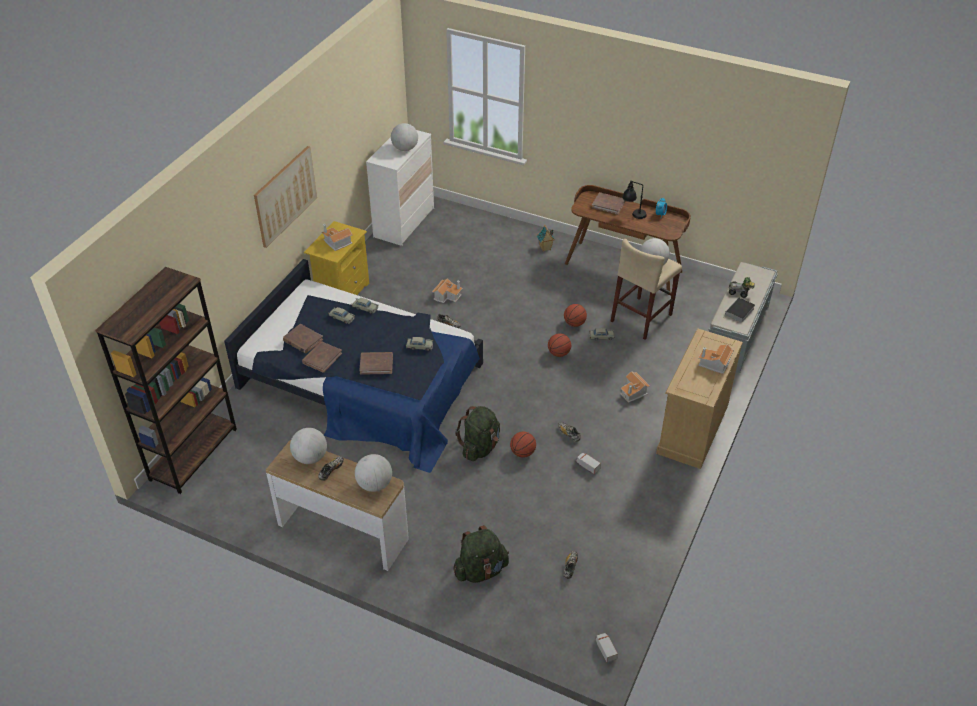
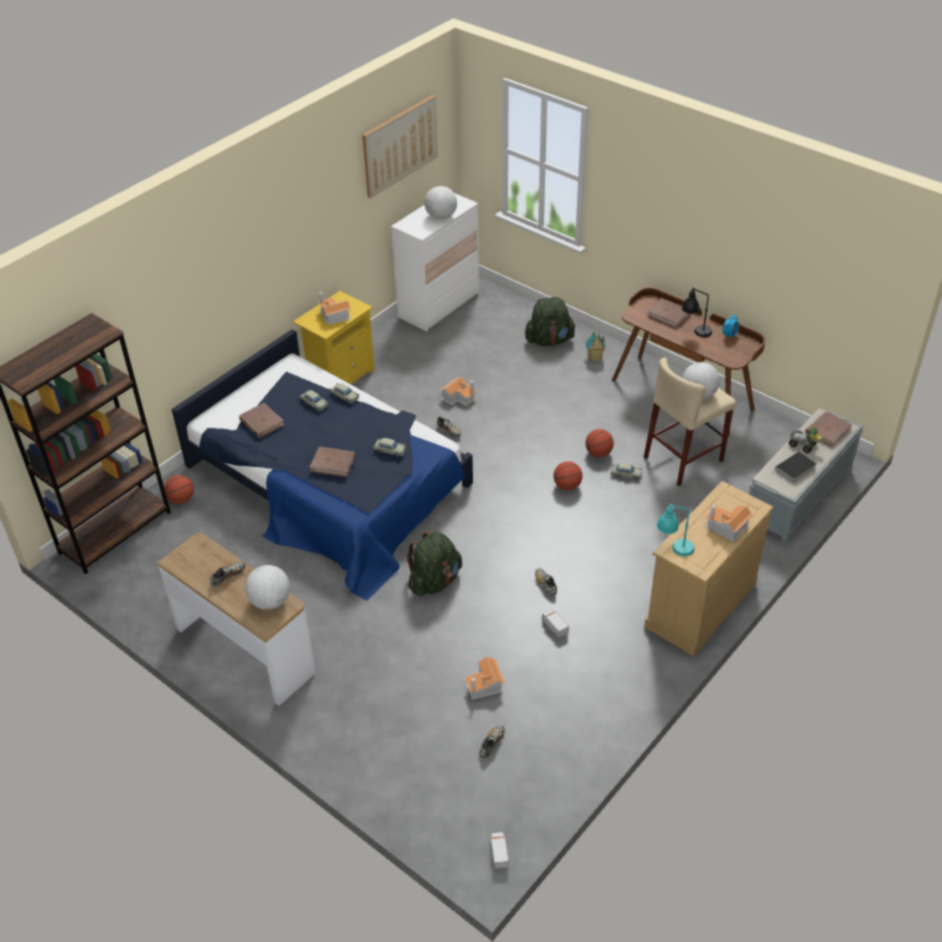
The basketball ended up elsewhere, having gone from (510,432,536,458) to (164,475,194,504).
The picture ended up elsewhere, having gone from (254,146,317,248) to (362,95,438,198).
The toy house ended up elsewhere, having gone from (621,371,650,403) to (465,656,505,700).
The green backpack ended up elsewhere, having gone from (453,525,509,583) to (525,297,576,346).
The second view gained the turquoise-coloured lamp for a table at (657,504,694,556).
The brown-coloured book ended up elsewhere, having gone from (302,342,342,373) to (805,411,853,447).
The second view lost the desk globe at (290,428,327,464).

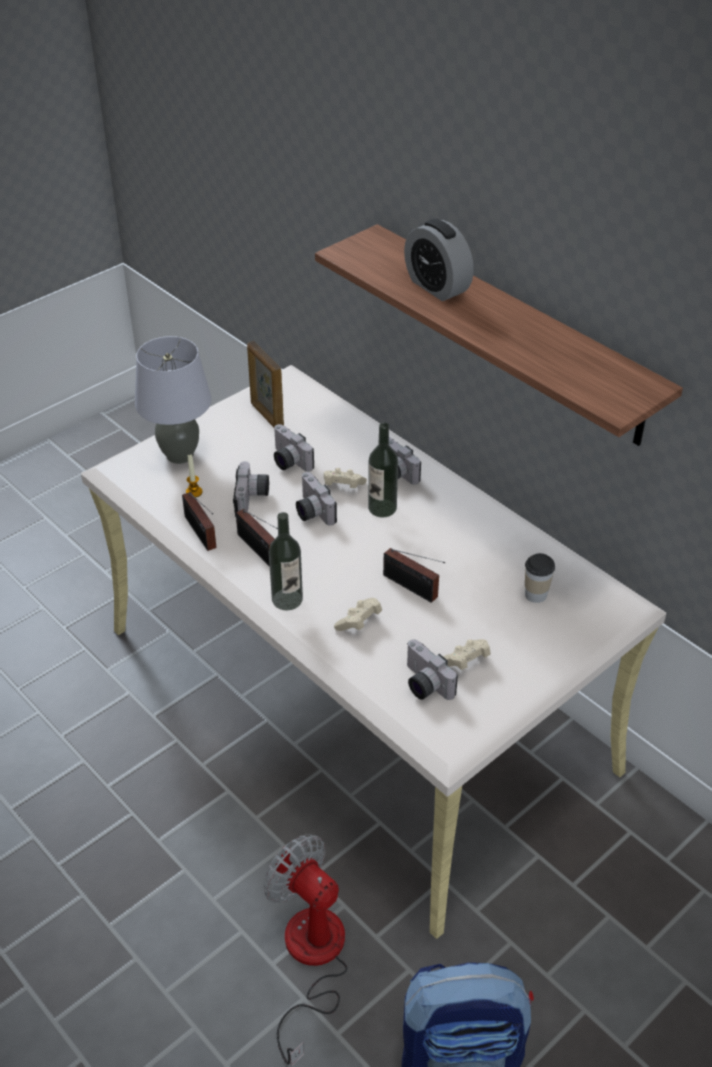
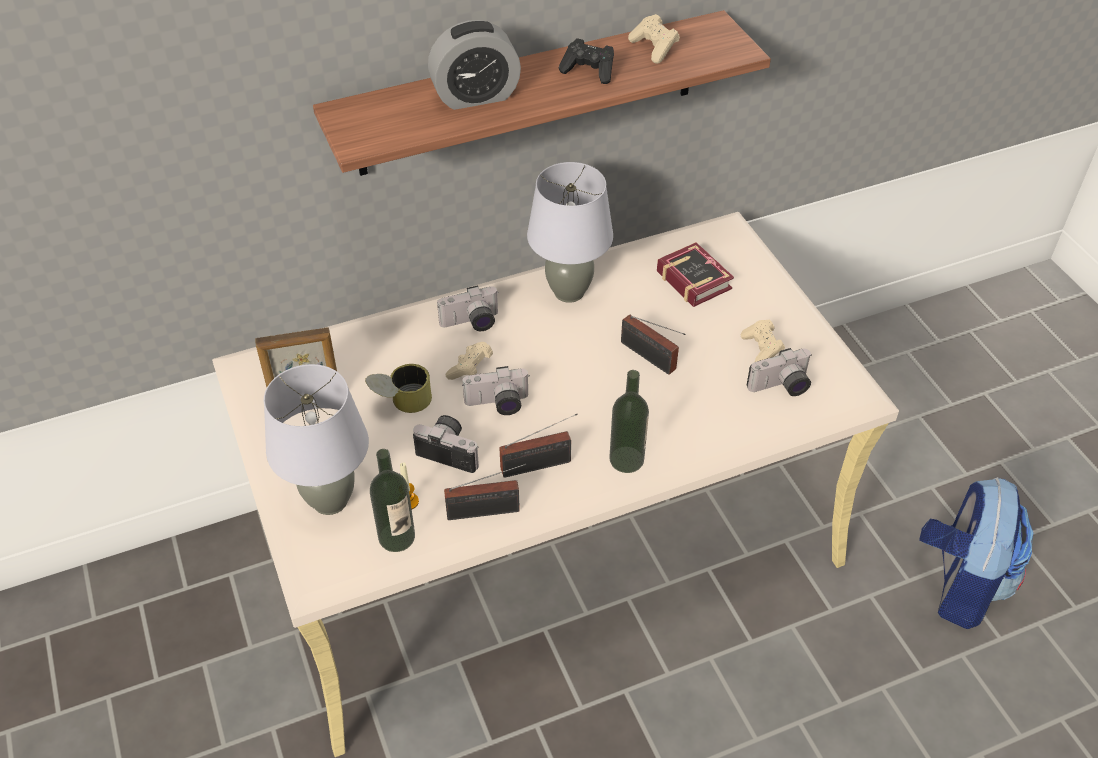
Where the photo camera stood at (274,424,314,472), the can came to stand at (365,364,432,413).
The drink bottle ended up elsewhere, having gone from (368,423,398,518) to (370,449,415,552).
The second view gained the greyish lamp for a table at (527,162,613,303).
The second view gained the black game controller at (559,38,614,84).
The radio receiver at (383,548,445,603) ended up facing another way, 75 degrees clockwise from before.
The beige game controller ended up elsewhere, having gone from (334,598,382,631) to (628,14,680,64).
Where the small cup stood at (525,553,555,603), the book came to stand at (657,242,734,307).
The second view lost the cooling fan at (263,834,348,1067).

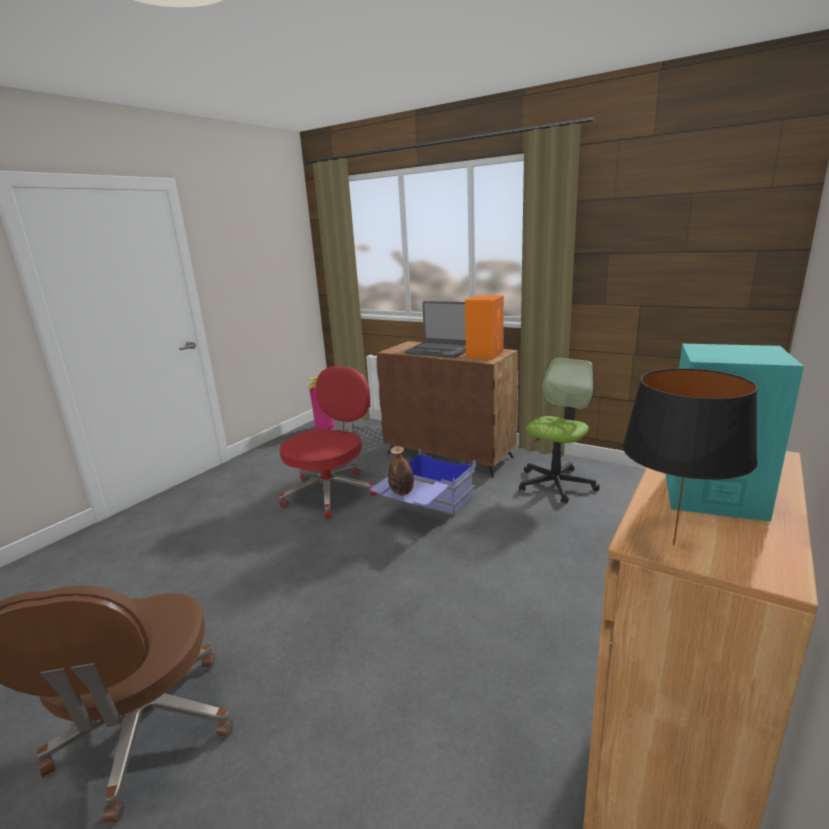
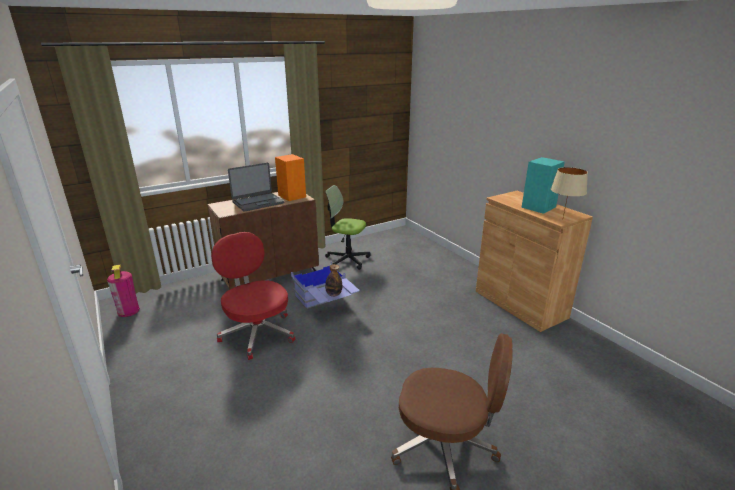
The desk chair at (519,357,600,504) ended up facing another way, 45 degrees counterclockwise from before.
What was the black lamp for a table at (622,368,758,545) turned into the beige lamp for a table at (551,167,588,217).

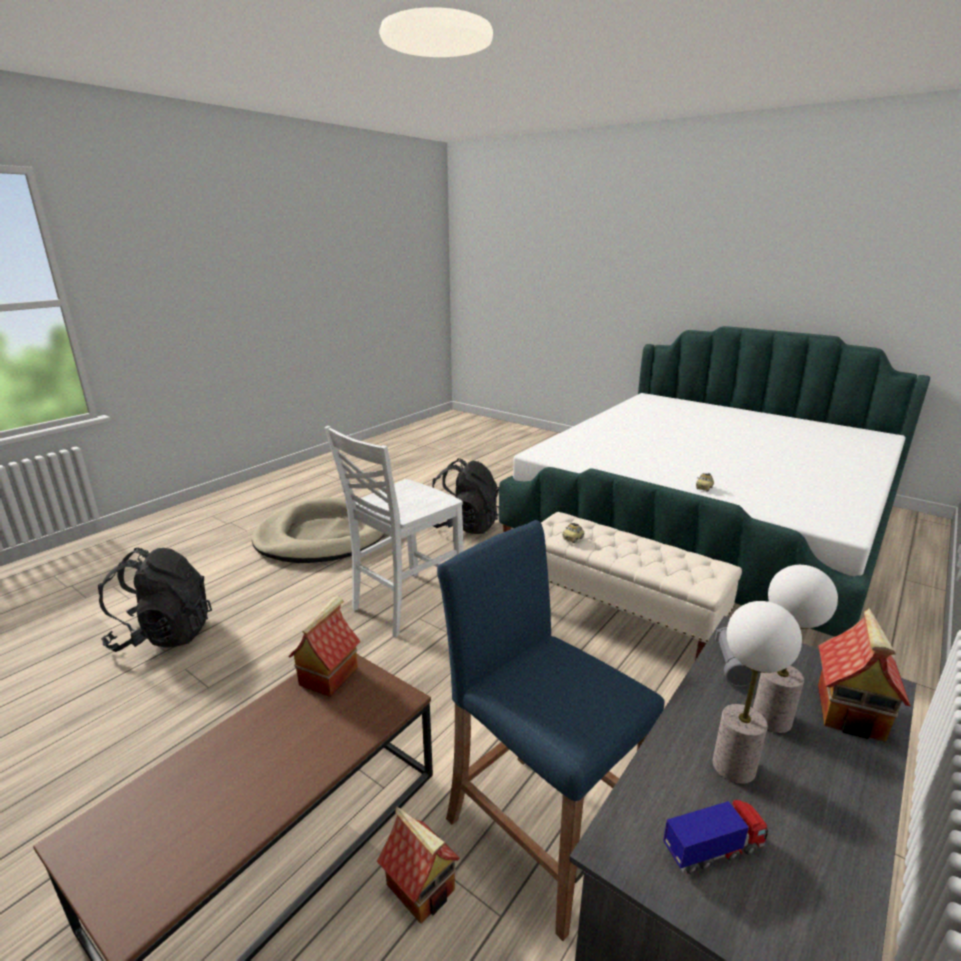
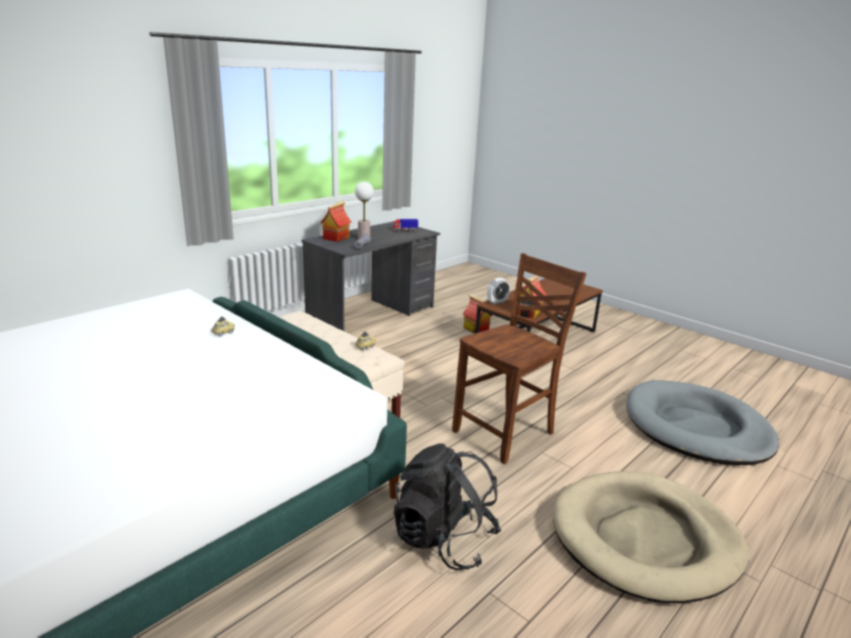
What was the white-coloured upright chair at (324,426,464,637) turned into the brown-coloured upright chair at (452,253,587,464).
The second view gained the alarm clock at (487,278,510,305).
Where the black backpack stood at (98,547,212,652), the greyish dog cushion came to stand at (626,380,779,465).
The second view lost the blue stool at (437,520,664,941).
The second view lost the lamp for a table at (713,601,802,784).

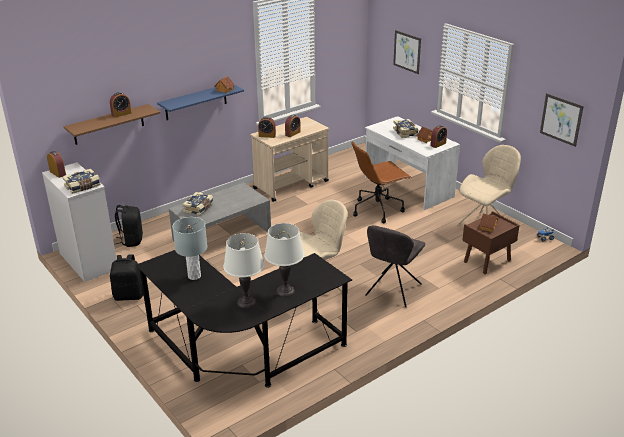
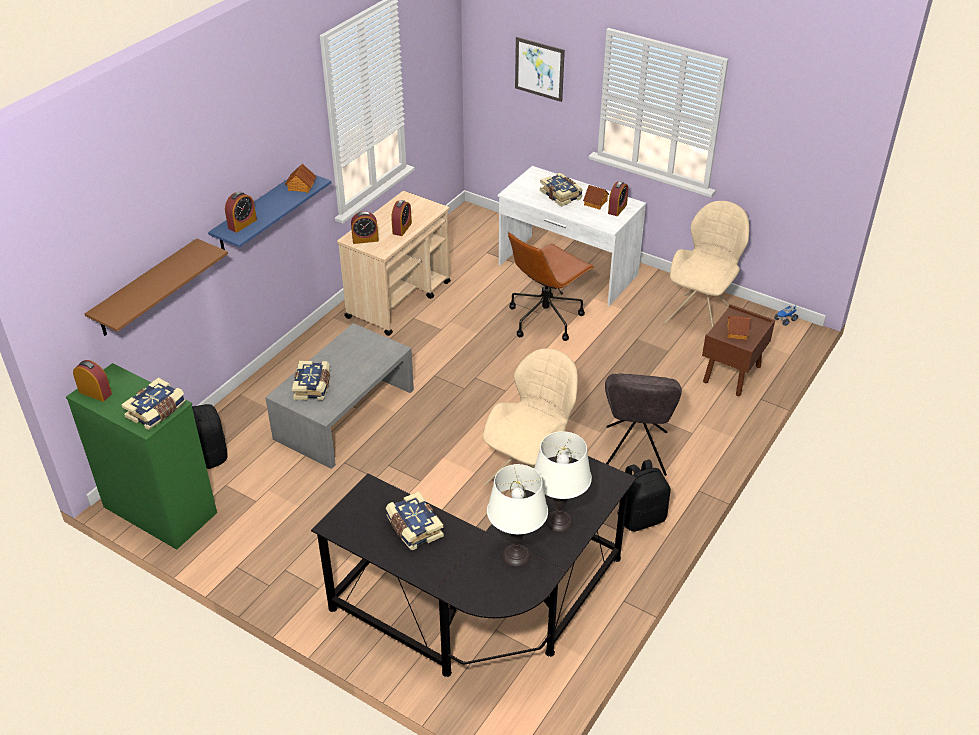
What was the white-coloured dresser at (42,162,117,282) turned into the green dresser at (66,363,217,550).
The alarm clock ended up elsewhere, having gone from (110,92,132,118) to (225,191,257,233).
Where the greyish lamp for a table stood at (172,217,207,280), the book came to stand at (386,491,444,550).
The black backpack ended up elsewhere, having gone from (110,254,144,301) to (618,459,671,532).
The second view lost the picture at (540,93,584,147).

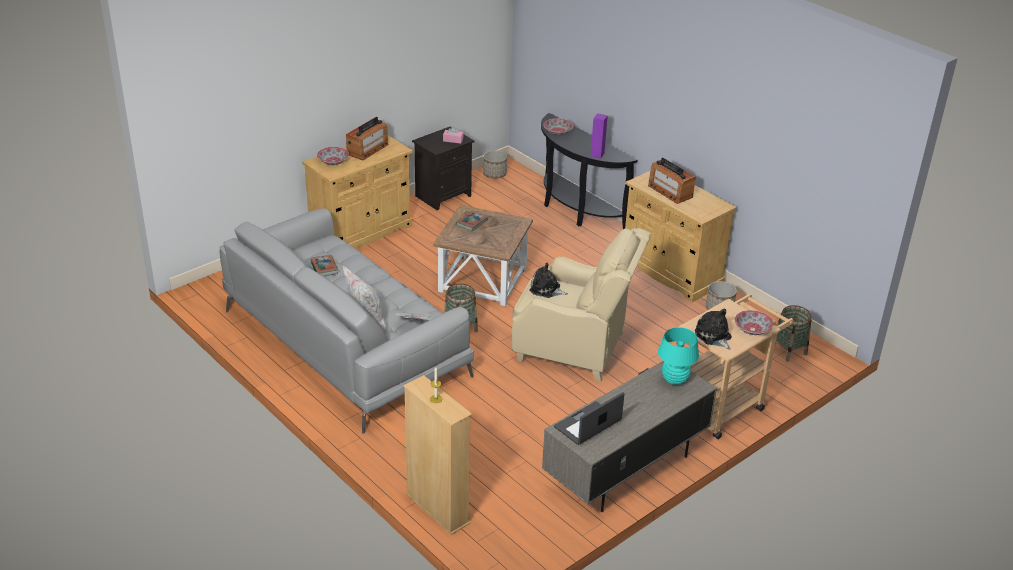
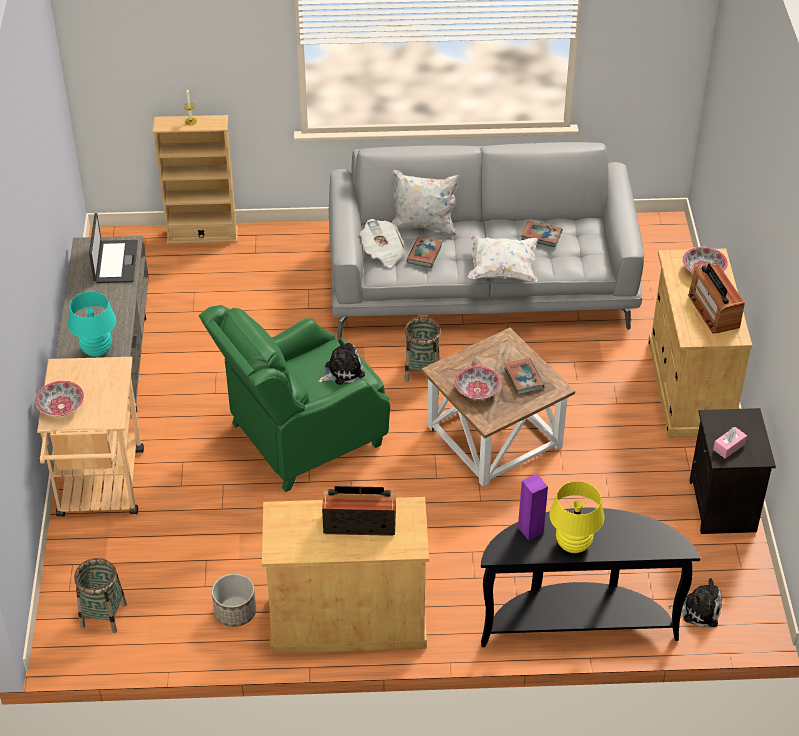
What was the beige easy chair at (512,228,651,382) turned into the green easy chair at (199,305,390,492).
The second view gained the book at (406,237,443,268).
The serving bowl ended up elsewhere, having gone from (544,118,574,135) to (455,366,501,399).
The second view gained the white-coloured cushion at (468,236,538,282).
The second view gained the yellow-coloured lamp for a table at (549,481,604,553).
The cuddly toy ended up elsewhere, having gone from (695,309,732,350) to (668,578,722,627).
The second view lost the planter at (483,151,507,178).

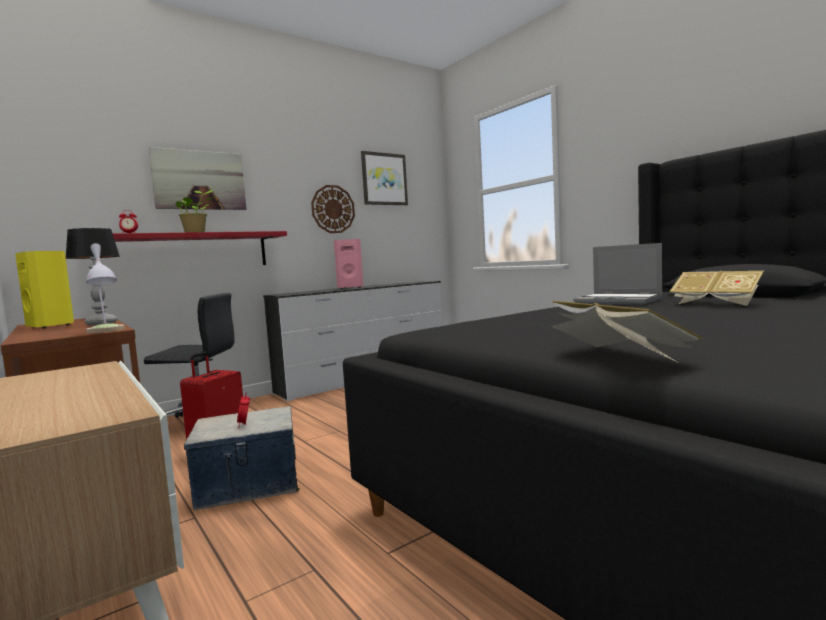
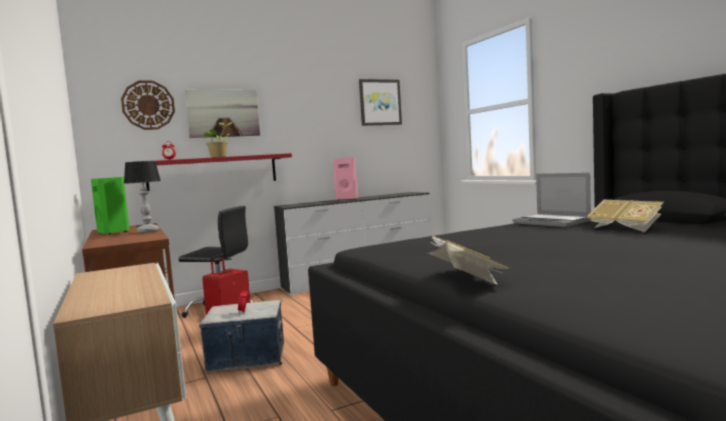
What was the yellow-coloured speaker at (15,251,74,328) turned into the green speaker at (91,177,130,235).
The clock on the wall ended up elsewhere, having gone from (311,185,355,233) to (121,80,175,130).
The second view lost the lamp for a table at (86,243,125,333).

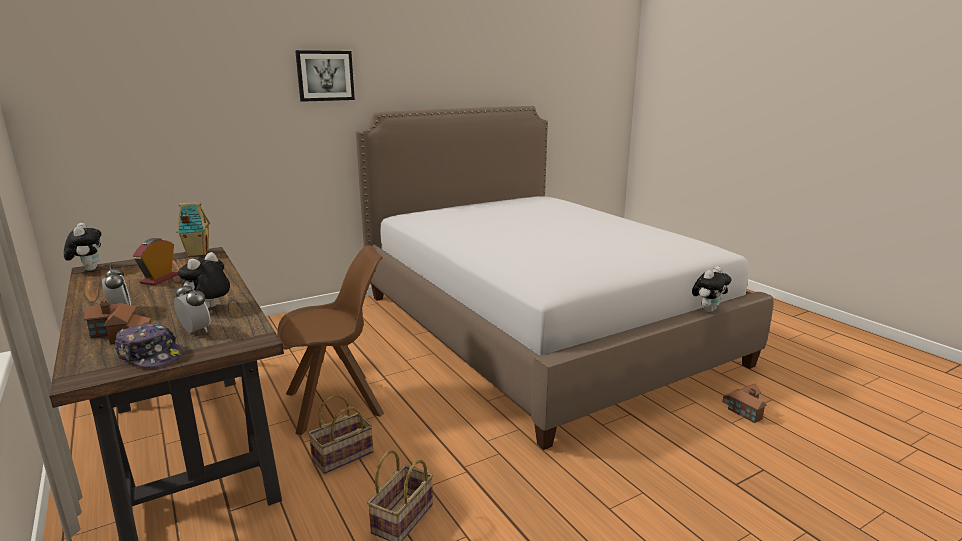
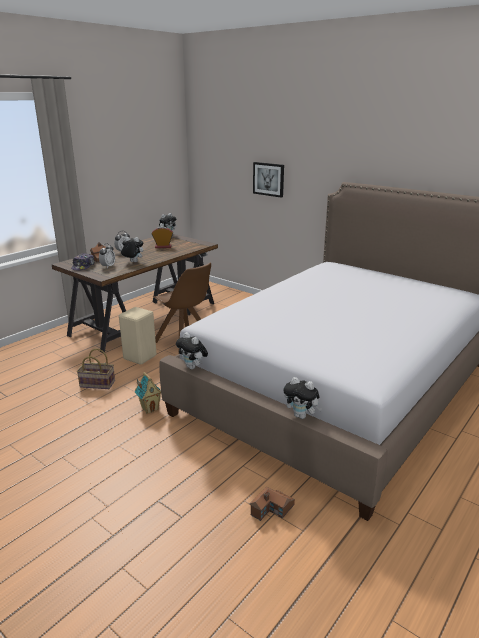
Where the storage basket stood at (308,395,374,474), the beige stool came to stand at (119,307,157,364).
The toy house ended up elsewhere, having gone from (176,202,210,256) to (135,372,161,414).
The second view gained the cuddly toy at (176,332,208,369).
The picture ended up elsewhere, having gone from (295,50,355,102) to (253,162,284,198).

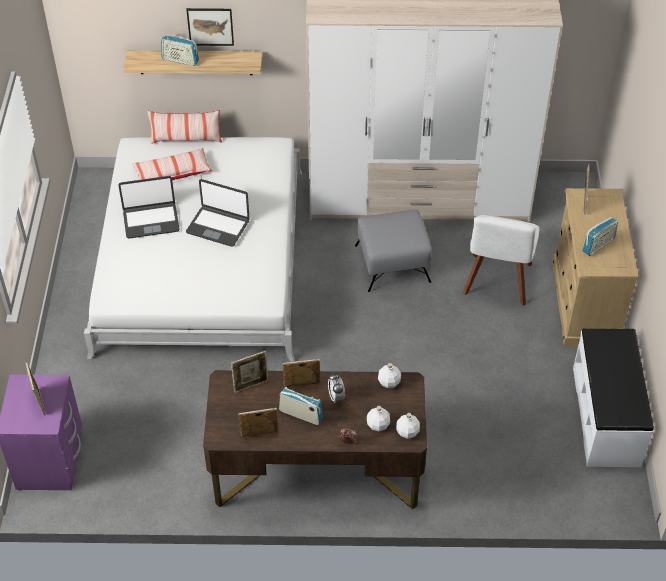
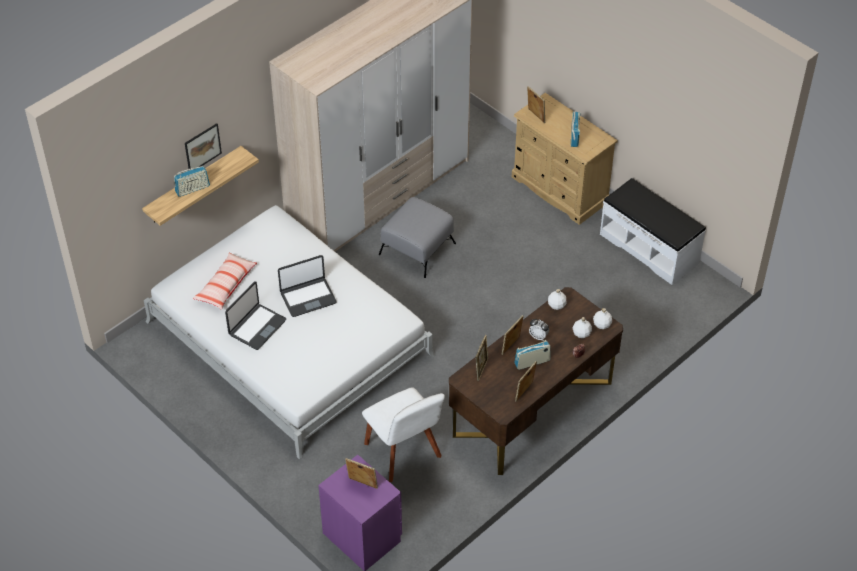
The white-coloured upright chair ended up elsewhere, having gone from (463,215,540,306) to (362,387,445,482).
The second view lost the cushion at (147,110,222,144).

